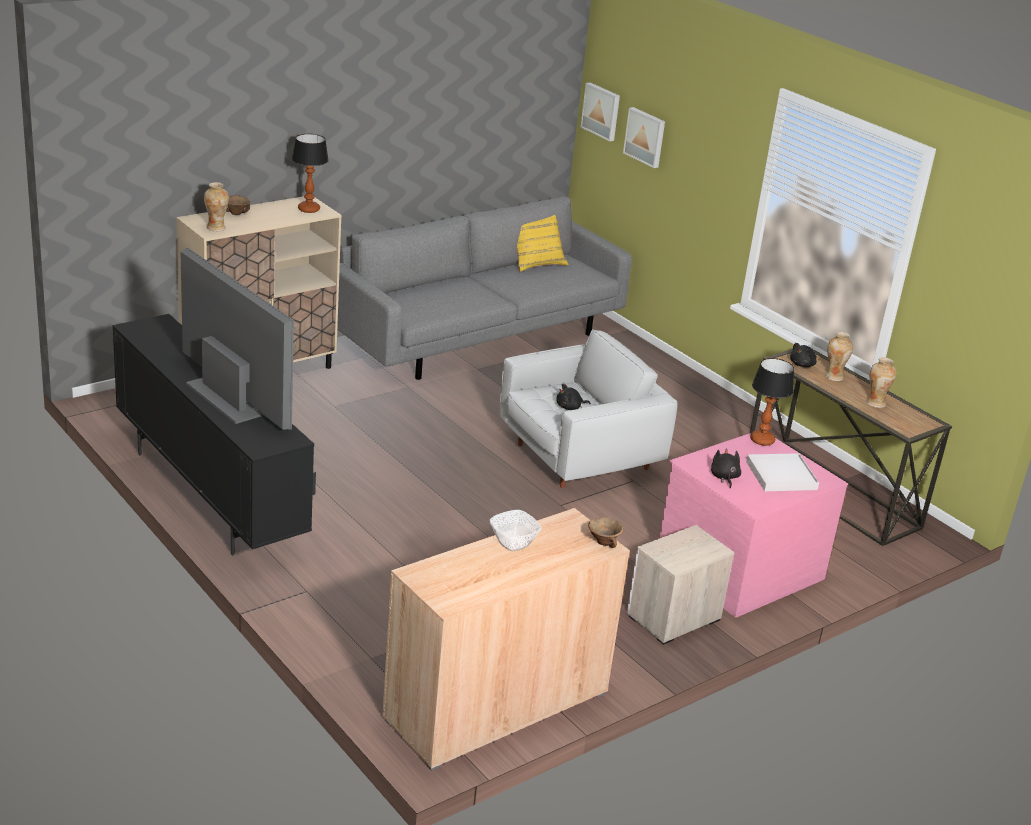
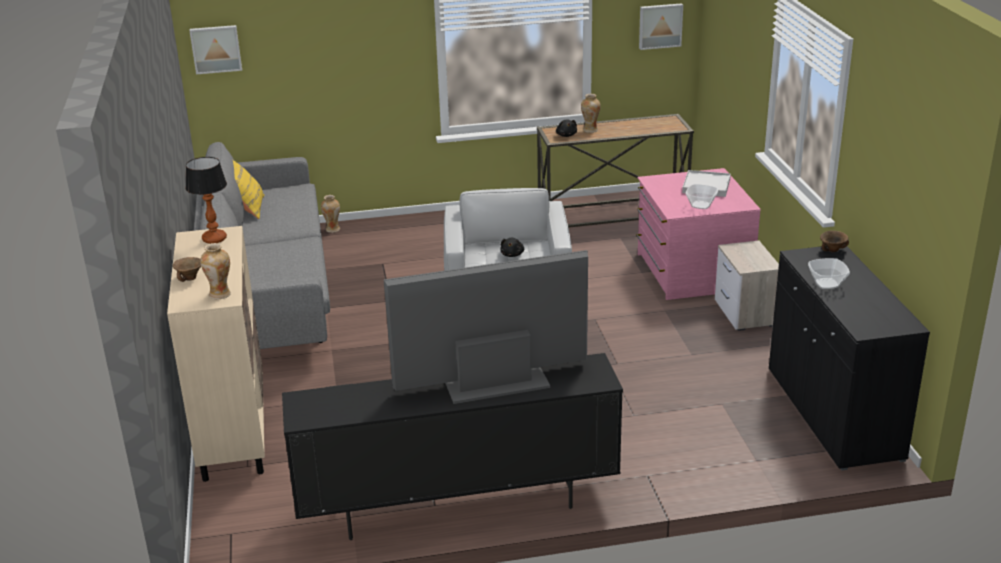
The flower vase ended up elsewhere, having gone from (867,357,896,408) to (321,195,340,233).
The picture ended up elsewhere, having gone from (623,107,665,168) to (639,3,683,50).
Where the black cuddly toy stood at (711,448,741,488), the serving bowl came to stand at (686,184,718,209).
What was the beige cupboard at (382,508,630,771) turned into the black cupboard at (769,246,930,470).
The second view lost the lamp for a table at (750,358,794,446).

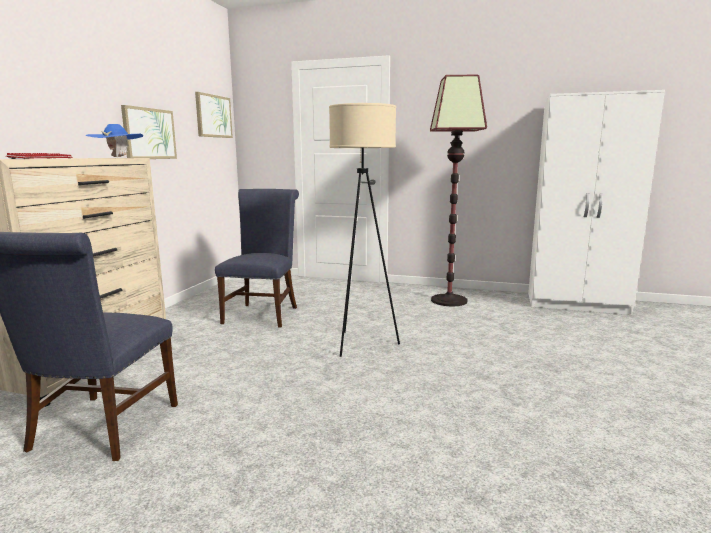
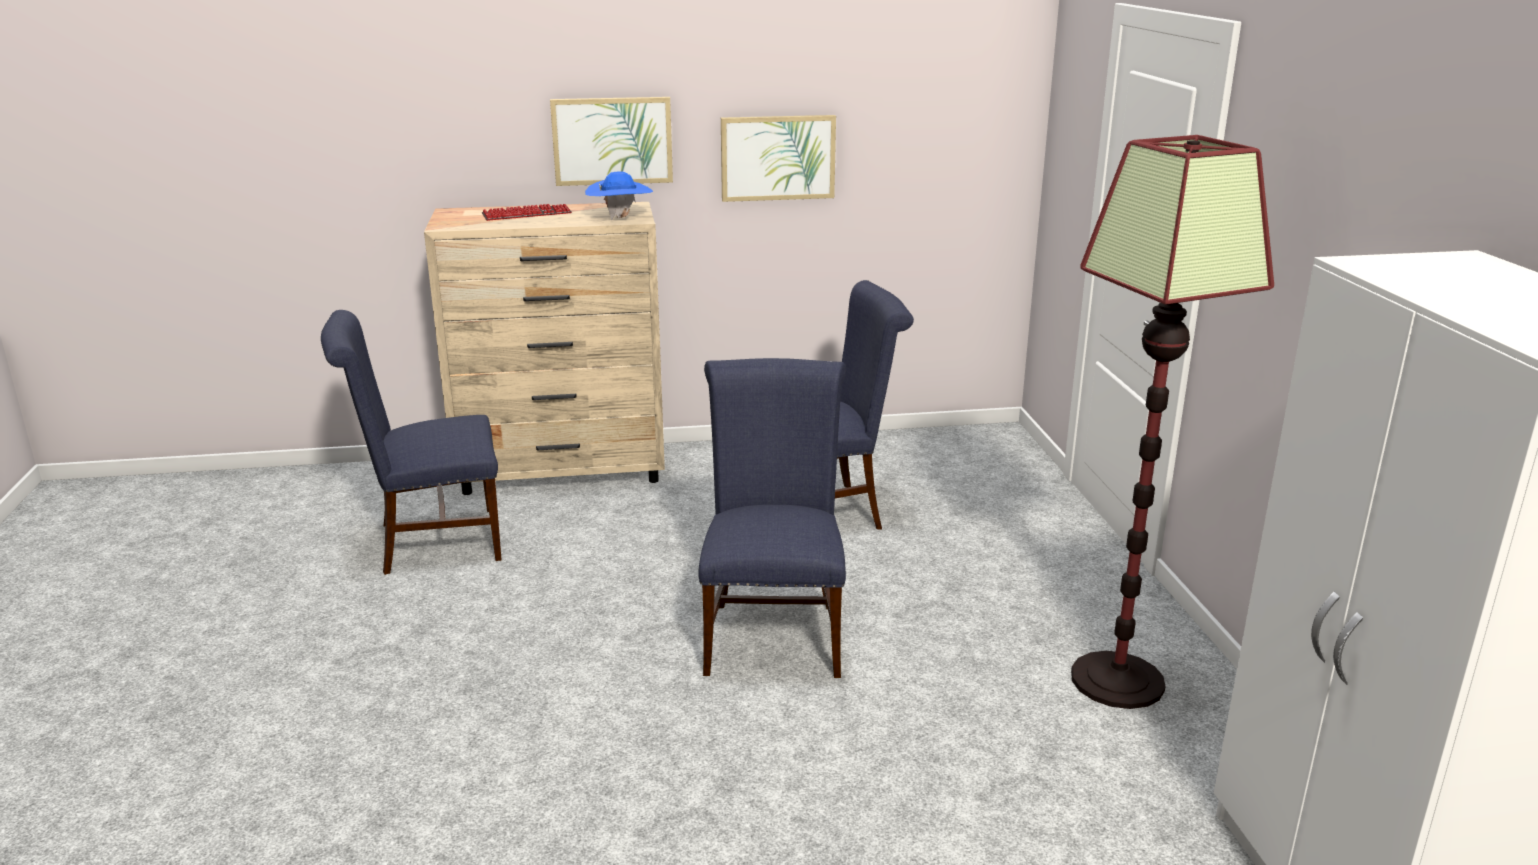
The picture ended up elsewhere, having gone from (195,92,233,138) to (550,97,673,186).
Where the beige standard lamp stood at (329,103,400,357), the blue upright chair came to stand at (698,358,846,678).

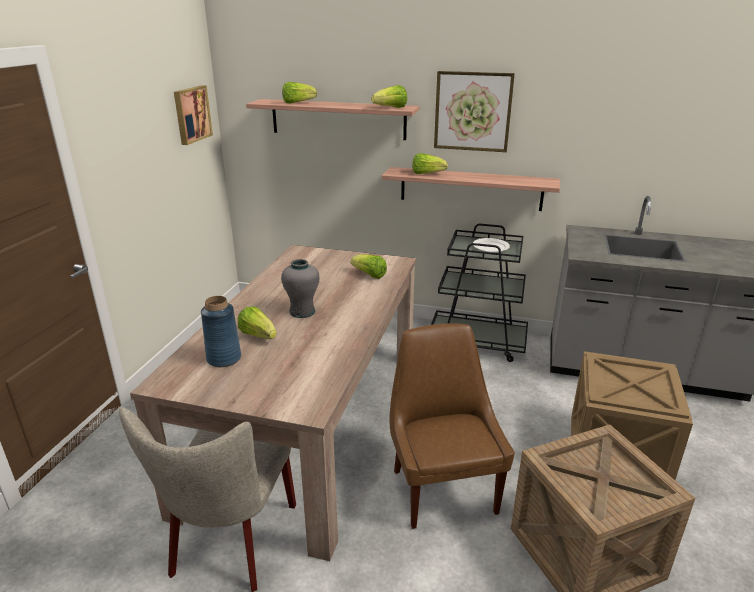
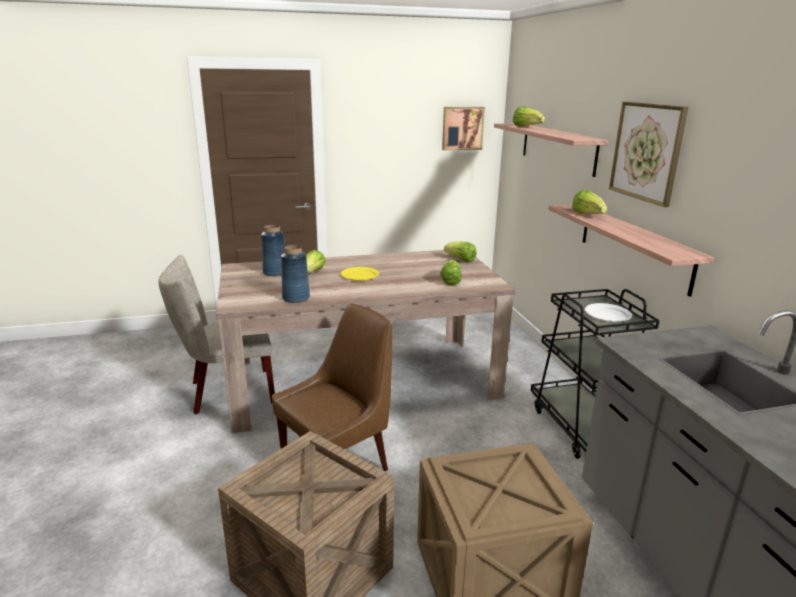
The second view gained the blue flower vase at (281,245,310,303).
Where the greyish flower vase stood at (281,259,320,318), the yellow-coloured flat dish came to stand at (341,267,379,281).
The lettuce head ended up elsewhere, having gone from (372,85,407,108) to (444,242,476,262).

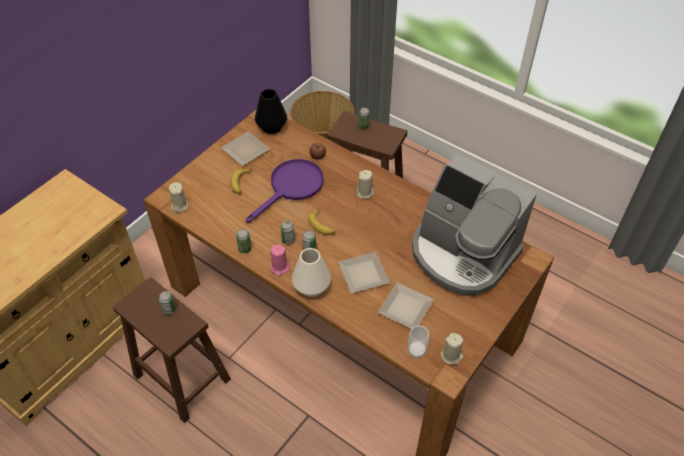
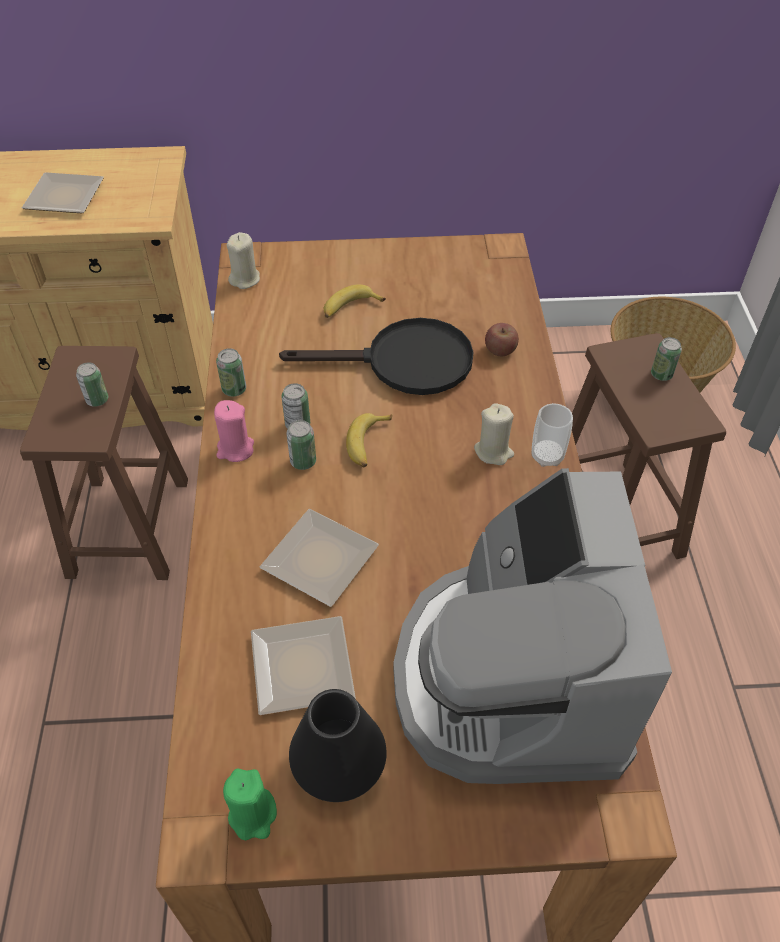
The flat dish ended up elsewhere, having gone from (221,132,270,166) to (22,172,104,214).
What was the beige wax candle at (440,333,464,365) turned into the green wax candle at (223,768,277,840).
What was the purple frying pan at (246,159,324,223) turned into the black frying pan at (279,318,474,395).
The black flower vase ended up elsewhere, having gone from (255,89,287,134) to (289,689,387,802).
The small cup ended up elsewhere, having gone from (408,326,429,358) to (532,403,573,467).
The second view lost the white-coloured flower vase at (292,248,331,297).

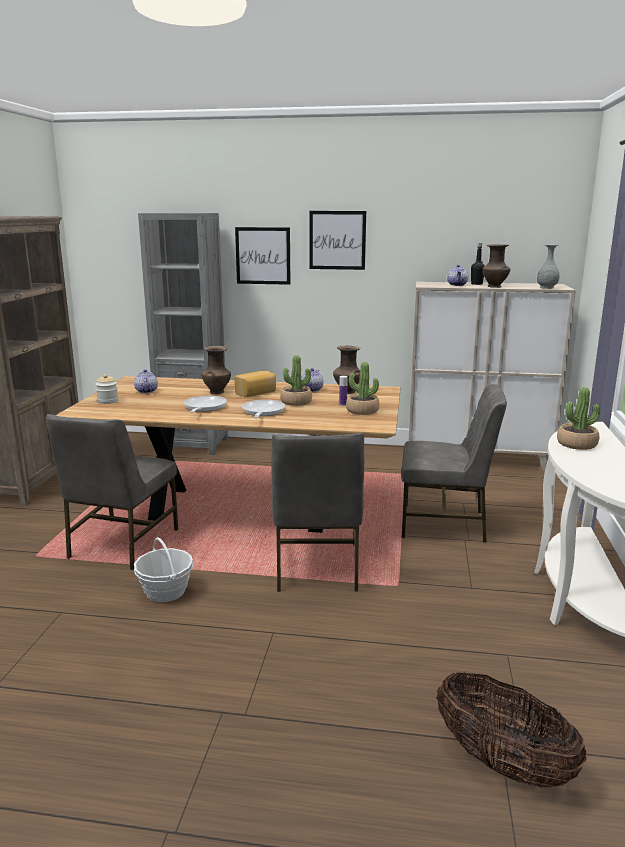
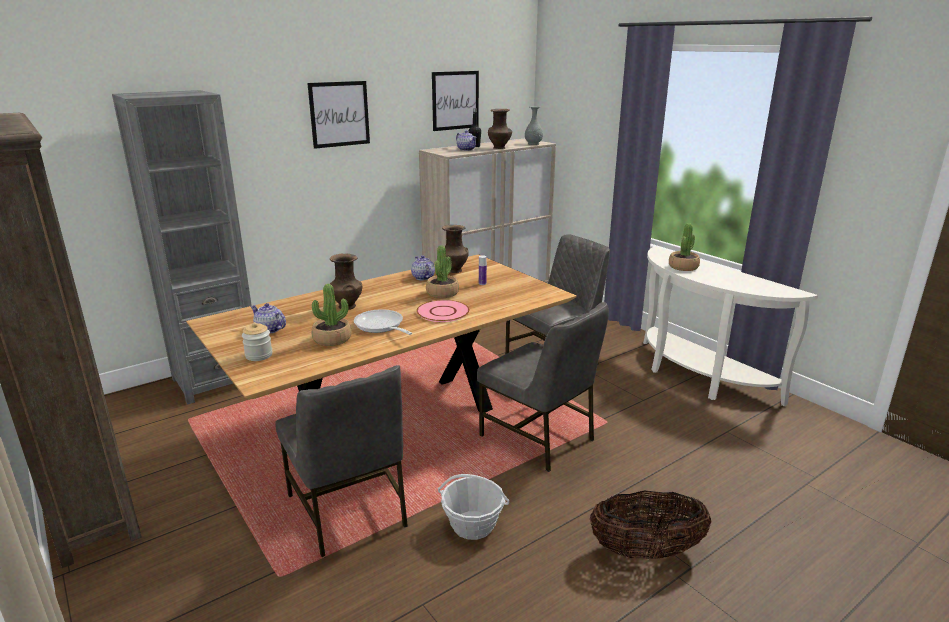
The potted plant ended up elsewhere, having gone from (346,362,379,415) to (311,284,351,346).
Where the frying pan stood at (242,400,285,418), the pink-coloured flat dish came to stand at (416,300,470,322).
The picture ended up elsewhere, having gone from (235,227,290,285) to (432,71,479,131).
The storage basket ended up elsewhere, having gone from (436,672,587,787) to (590,491,712,559).
The second view lost the bread at (234,371,276,397).

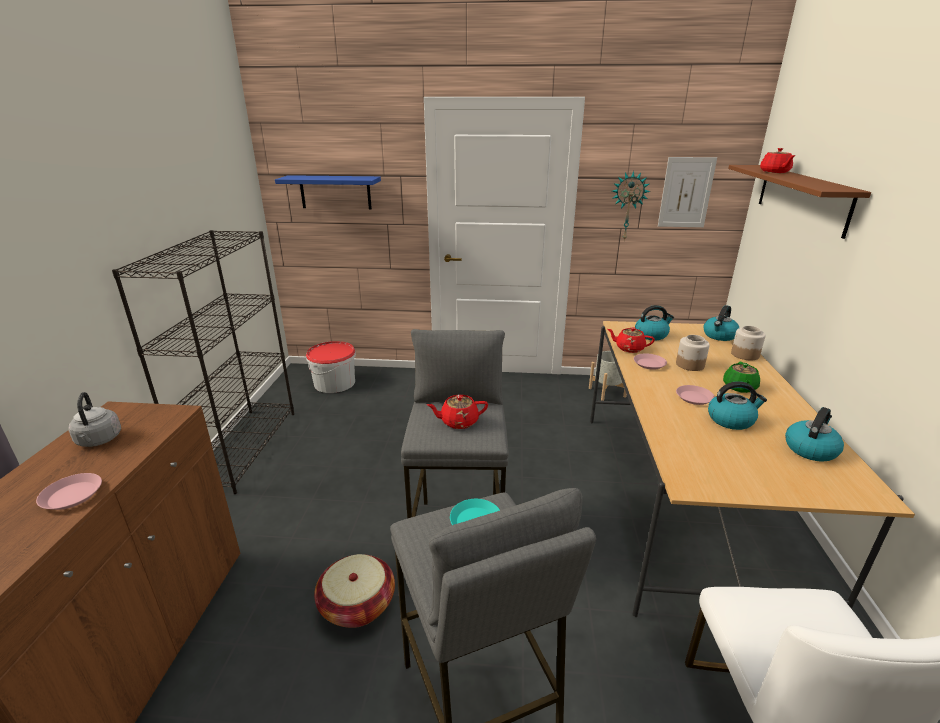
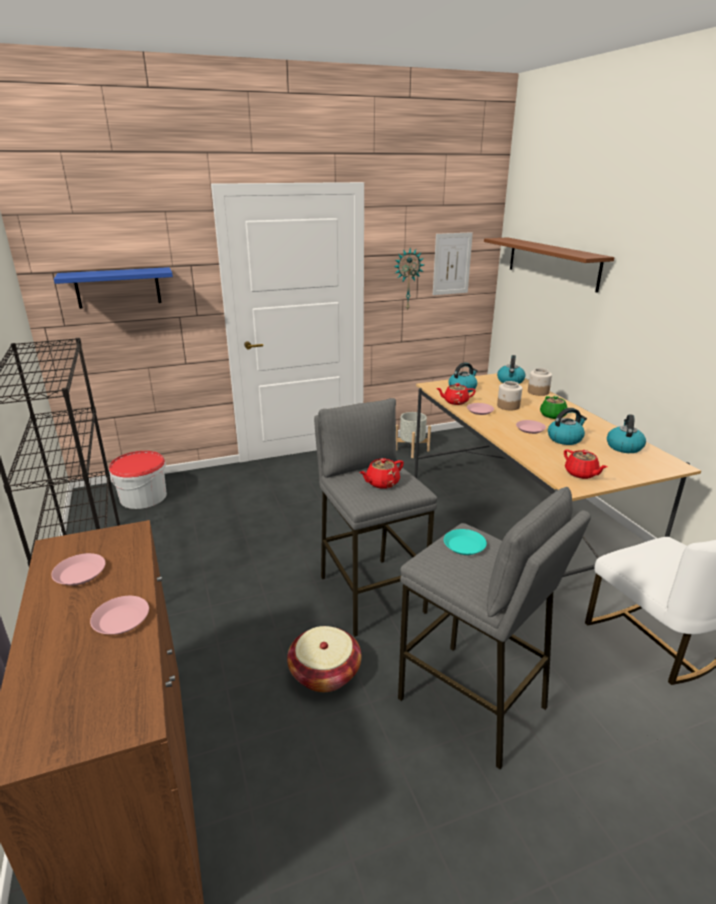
Where the greyish tea kettle stood at (68,392,121,447), the pink-coloured flat dish came to stand at (51,553,106,585).
The red tea pot ended up elsewhere, having gone from (760,148,796,173) to (564,449,607,479).

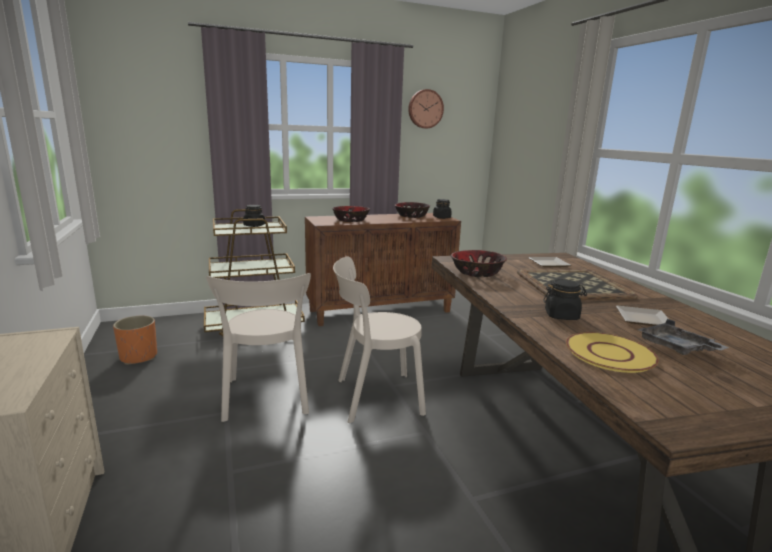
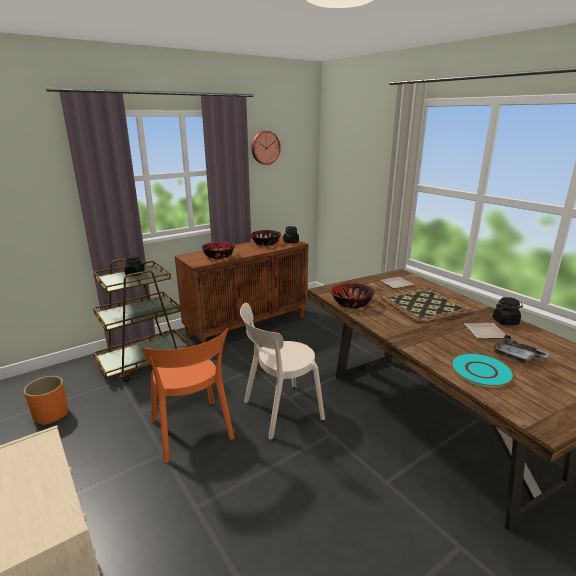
What was the beige upright chair at (206,273,311,422) turned into the orange upright chair at (141,328,234,463).
What was the yellow-coloured flat dish at (566,332,659,373) turned into the turquoise-coloured flat dish at (450,353,515,387).
The black storage jar ended up elsewhere, having gone from (543,279,587,320) to (492,297,523,325).

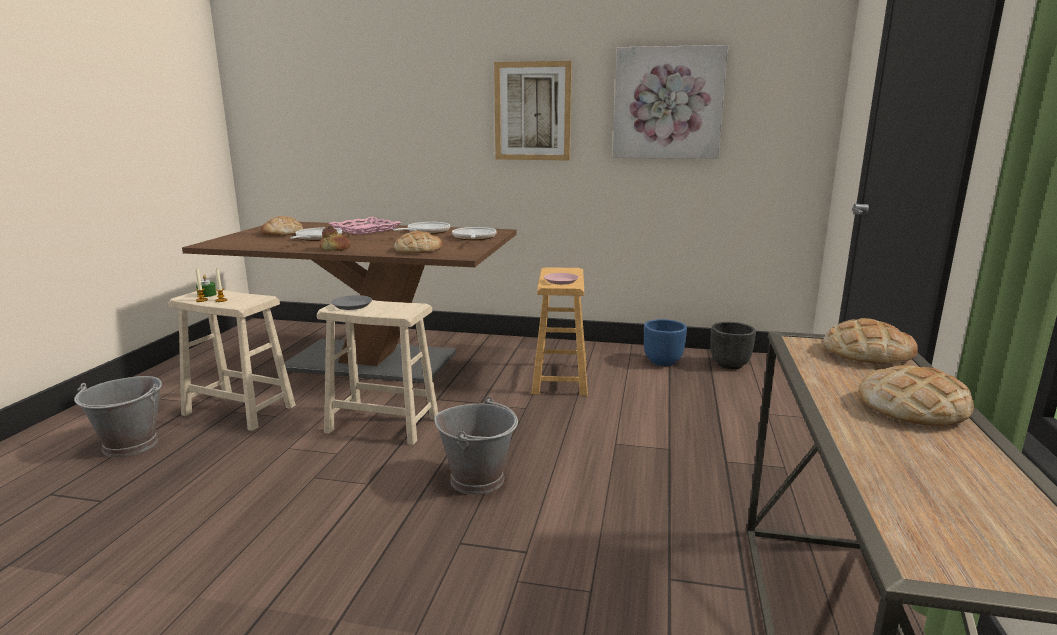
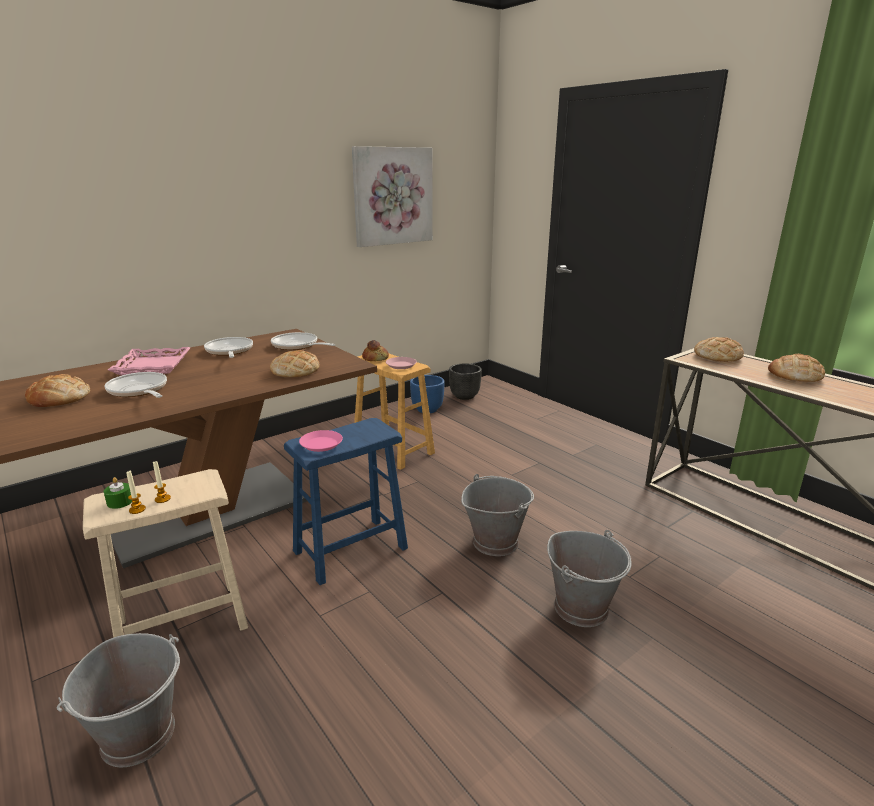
What was the beige stool at (317,300,438,445) turned into the blue stool at (284,418,408,585).
What was the greyish flat dish at (331,295,372,310) turned into the pink-coloured flat dish at (299,430,343,452).
The bread ended up elsewhere, having gone from (320,226,351,251) to (362,340,389,361).
The second view gained the greyish bucket at (547,530,632,627).
The second view lost the picture at (494,61,572,161).

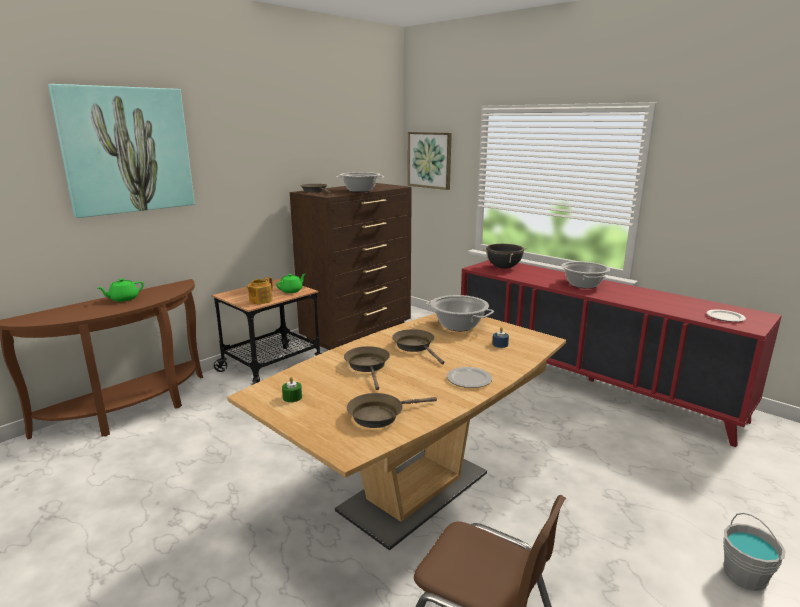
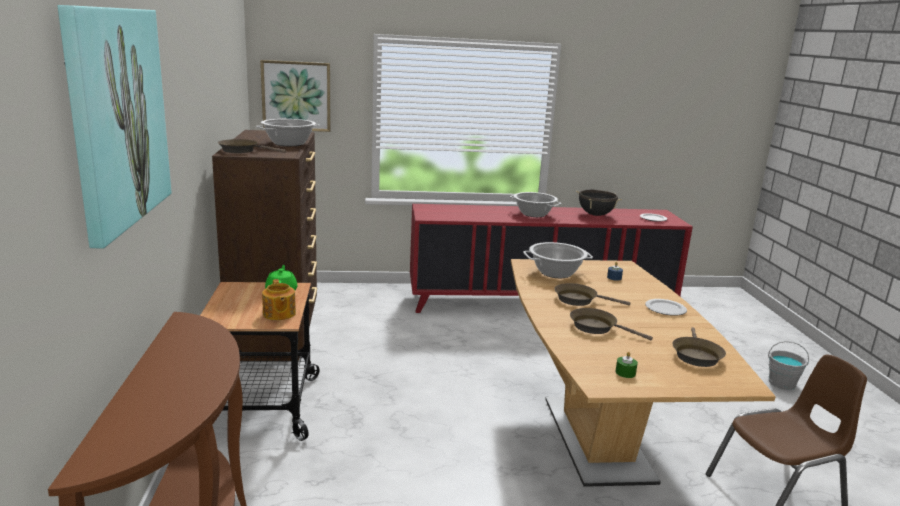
The black cooking pot ended up elsewhere, having gone from (482,243,527,269) to (576,190,622,216).
The second view lost the green tea pot at (98,278,144,302).

